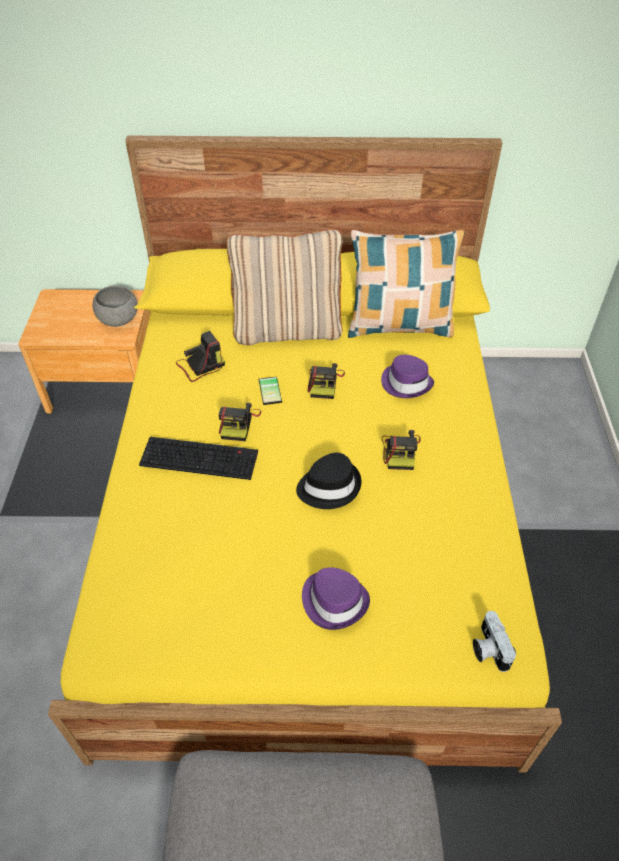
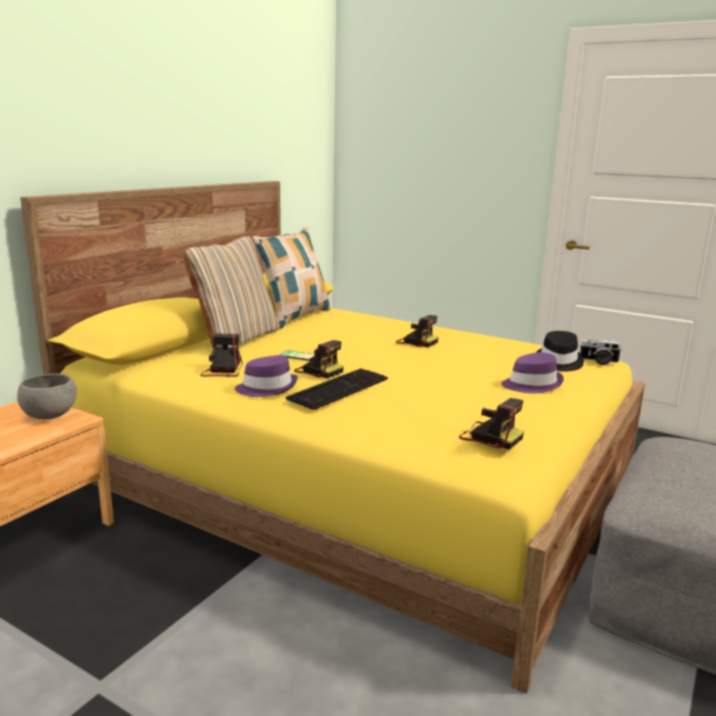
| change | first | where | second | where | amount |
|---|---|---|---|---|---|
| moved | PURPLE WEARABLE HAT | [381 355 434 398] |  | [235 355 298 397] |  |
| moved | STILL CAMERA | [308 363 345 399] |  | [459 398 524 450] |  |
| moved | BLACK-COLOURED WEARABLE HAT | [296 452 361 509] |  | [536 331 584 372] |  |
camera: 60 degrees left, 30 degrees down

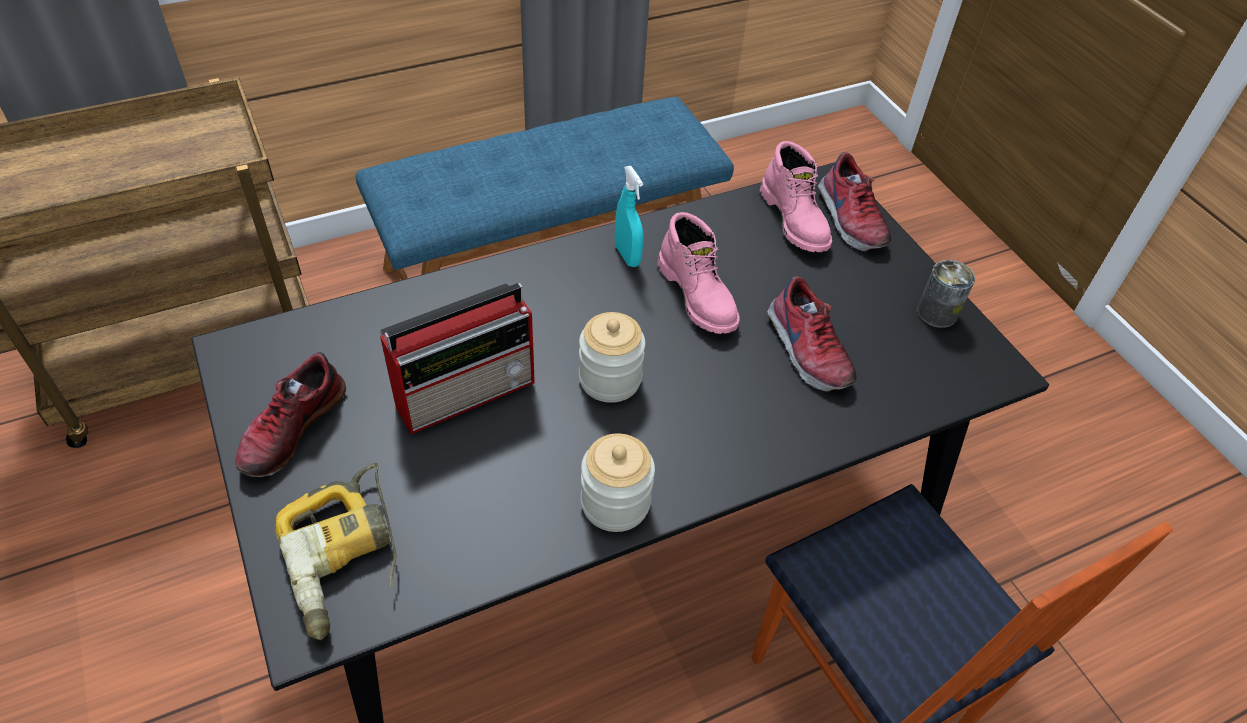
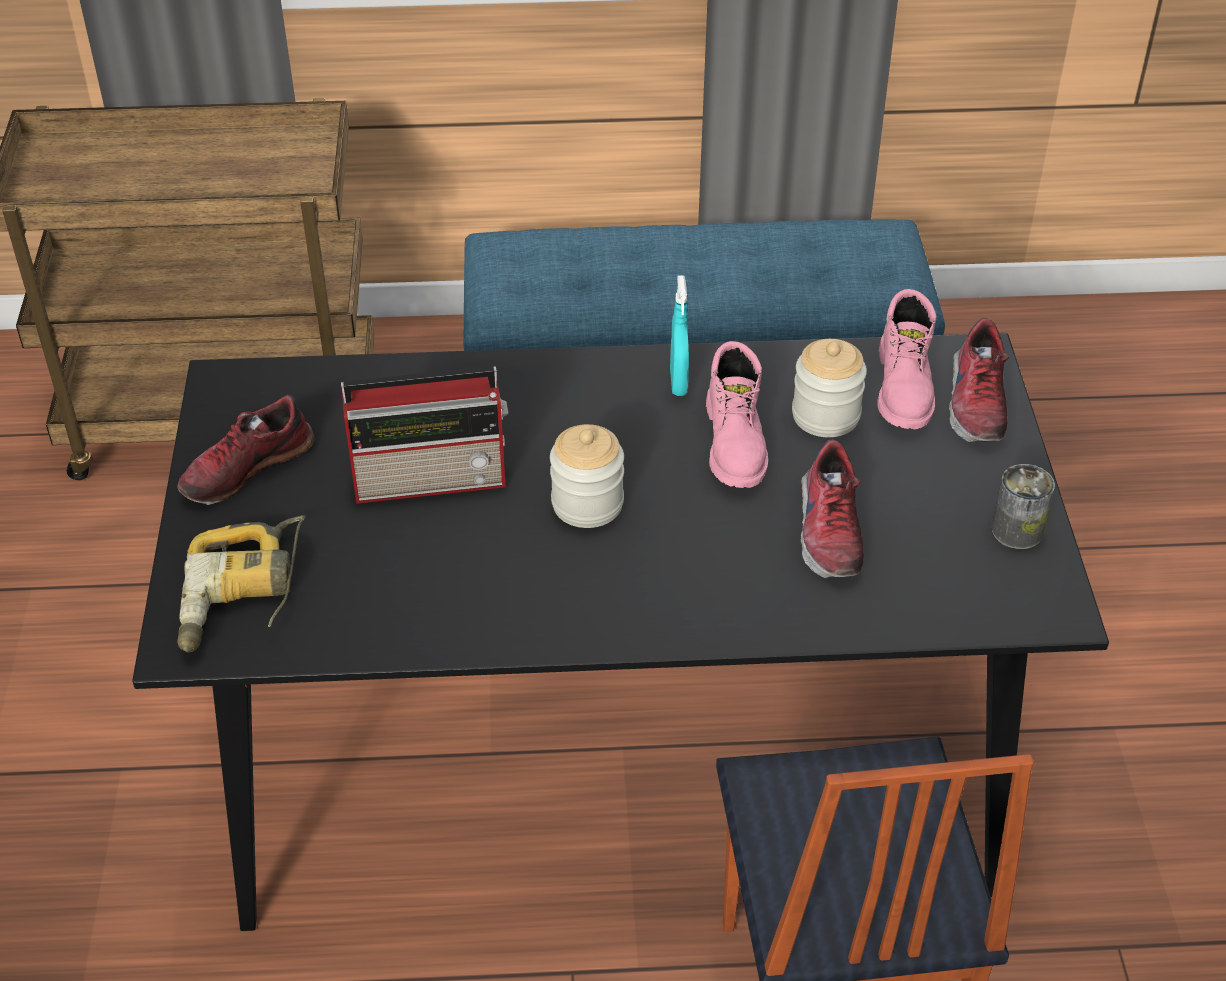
| change | first | where | second | where | amount |
|---|---|---|---|---|---|
| moved | PRESERVE JAR | [581 433 655 532] |  | [792 339 867 437] |  |
camera: 25 degrees right, 5 degrees down

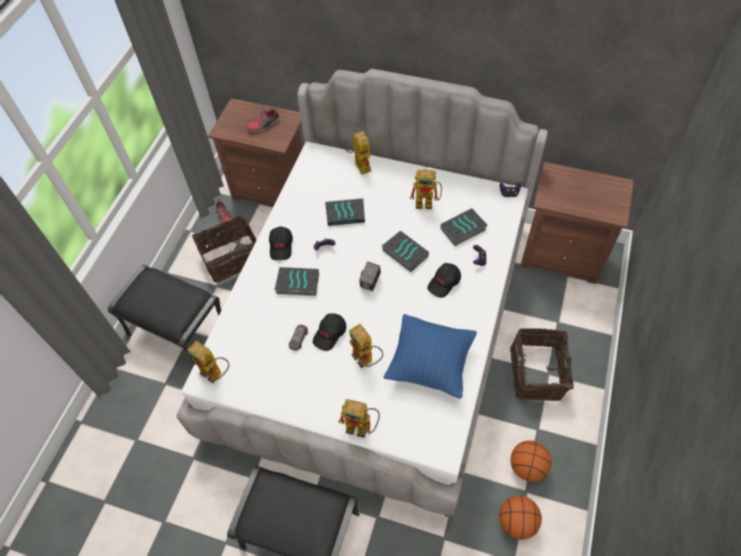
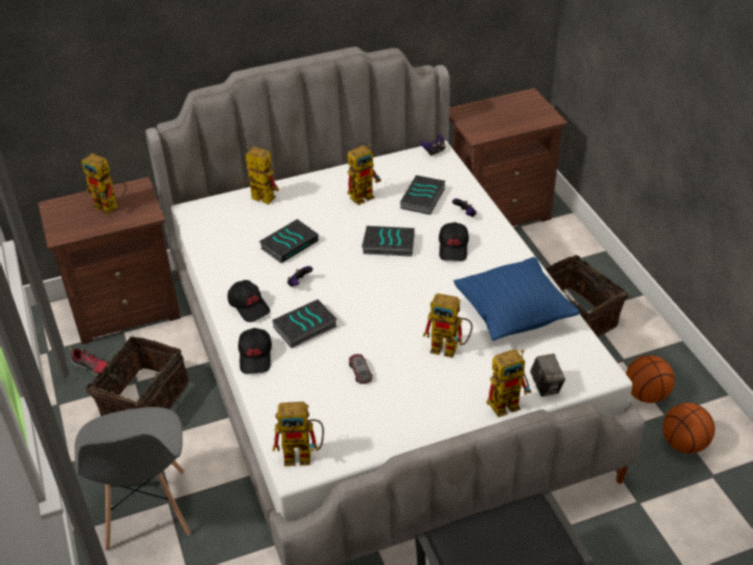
| change | first | where | second | where | amount |
|---|---|---|---|---|---|
| replaced | SHOE | [247 108 280 132] | ROBOT FIGURE | [82 153 127 214] |  |
| moved | STILL CAMERA | [359 261 381 291] |  | [530 354 565 397] |  |
| replaced | BLACK-COLOURED OTTOMAN | [108 265 221 366] | GREYISH CHAIR | [74 407 191 551] |  |
| moved | BLACK-COLOURED PEAKED CAP | [313 313 346 351] |  | [238 328 272 374] |  |
camera: 40 degrees left, 15 degrees down

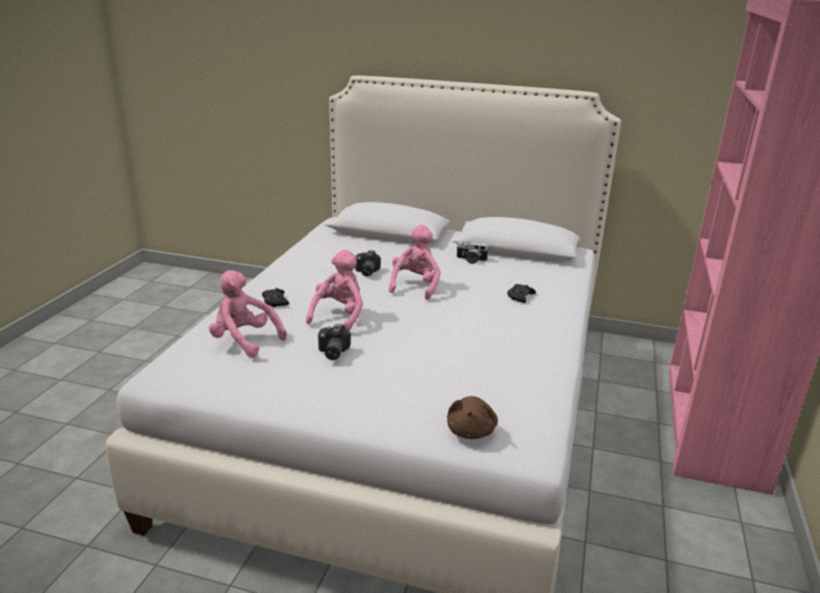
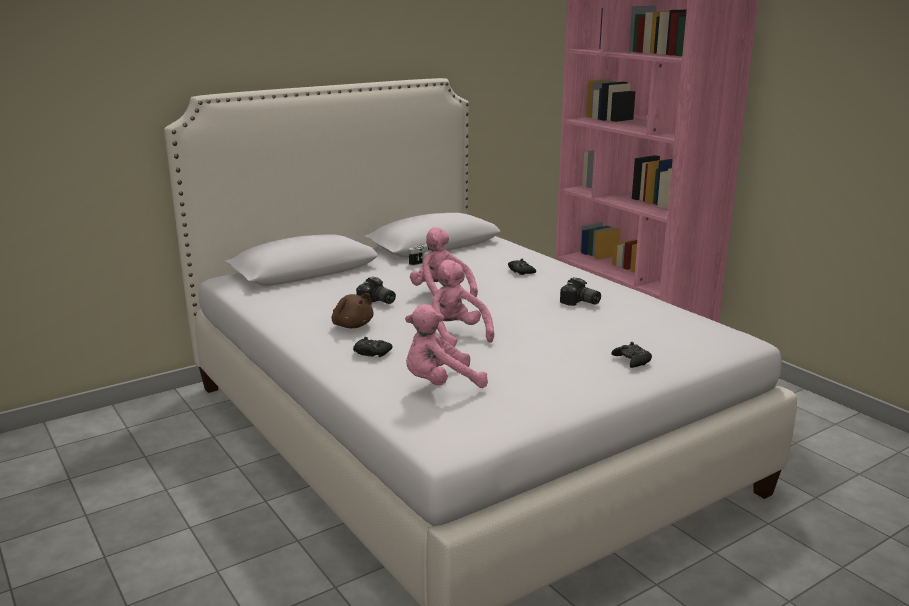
| change | first | where | second | where | amount |
|---|---|---|---|---|---|
| moved | STILL CAMERA | [318 324 351 360] |  | [560 277 601 306] |  |
| moved | BROWN-COLOURED PLUSH TOY | [447 396 498 439] |  | [331 293 374 328] |  |
| added |  |  | BLACK-COLOURED GAME CONTROLLER | [611 342 652 368] |  |
camera: 50 degrees left, 5 degrees down

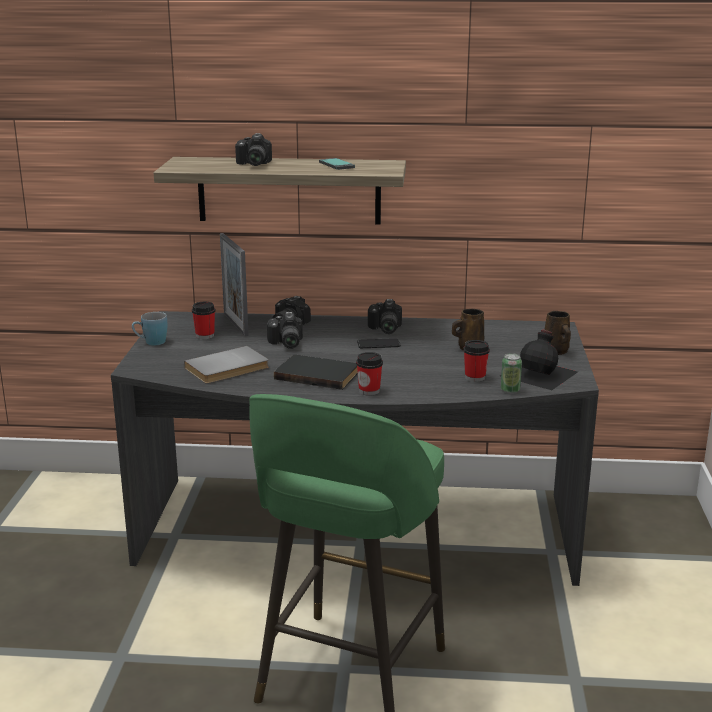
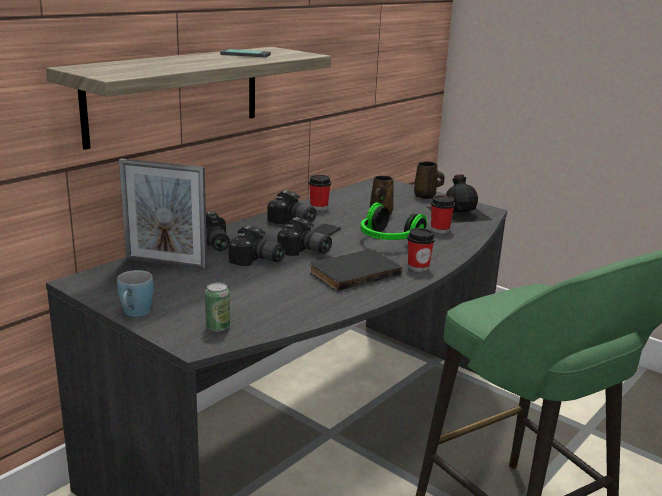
| change | first | where | second | where | amount |
|---|---|---|---|---|---|
| moved | STILL CAMERA | [235 133 272 166] |  | [277 217 332 256] |  |
| moved | CUP | [192 302 216 339] |  | [309 175 331 210] |  |
| removed | GREYISH BOUND BOOK | [184 346 269 384] |  |  |  |
| moved | CAN | [501 353 522 393] |  | [205 282 230 332] |  |
| added |  |  | HEADPHONES | [361 196 427 240] |  |
camera: 55 degrees left, 0 degrees up

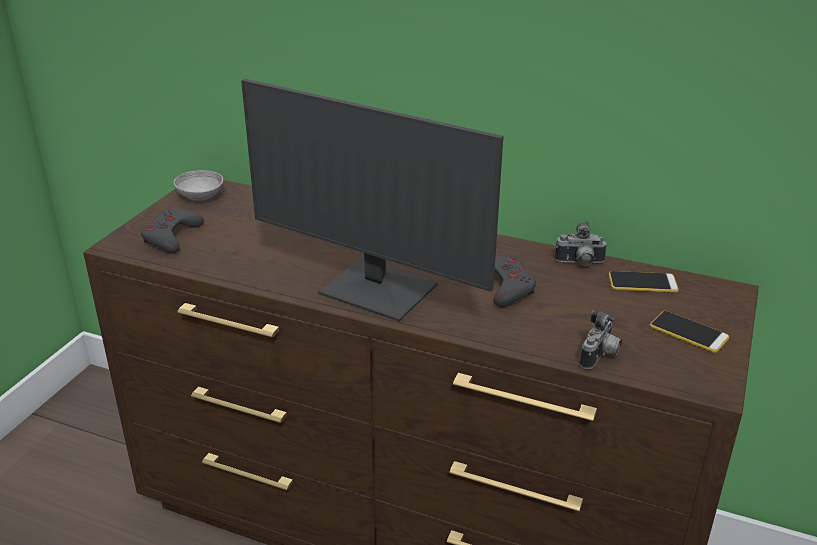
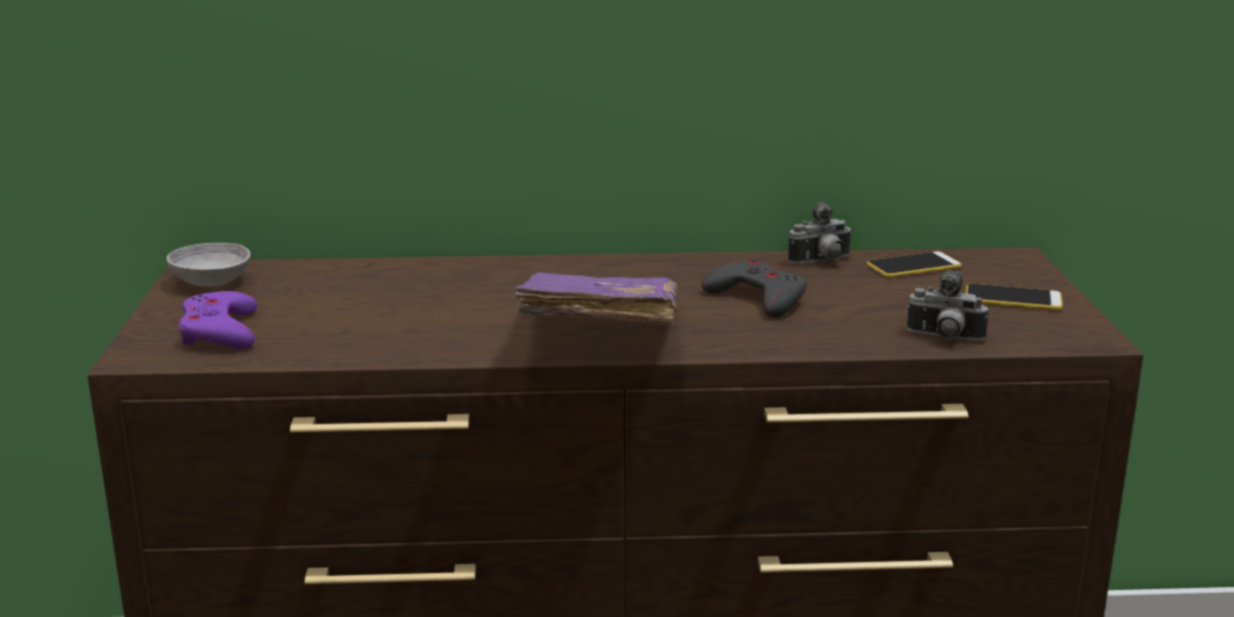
| change | first | where | second | where | amount |
|---|---|---|---|---|---|
| replaced | MONITOR | [241 79 503 321] | PURPLE BOUND BOOK | [515 272 679 325] |  |
| recoloured | GREYISH GAME CONTROLLER | [141 210 204 254] | PURPLE GAME CONTROLLER | [179 291 257 349] |  |
| turned | STILL CAMERA | [580 310 622 369] |  | [907 270 988 342] | 105 degrees clockwise |
camera: 25 degrees left, 10 degrees down

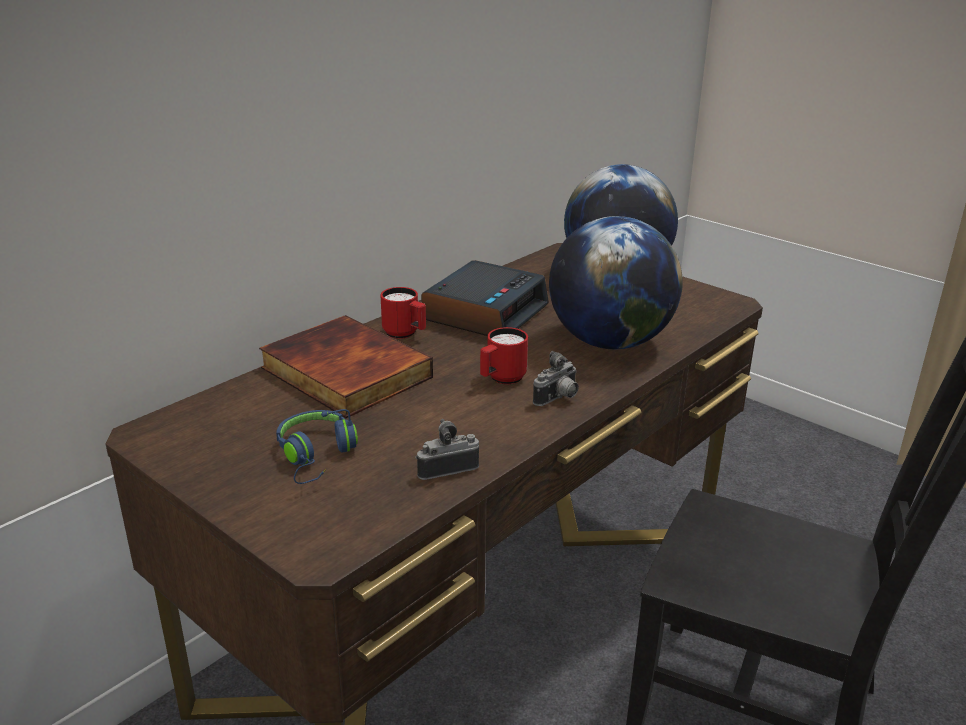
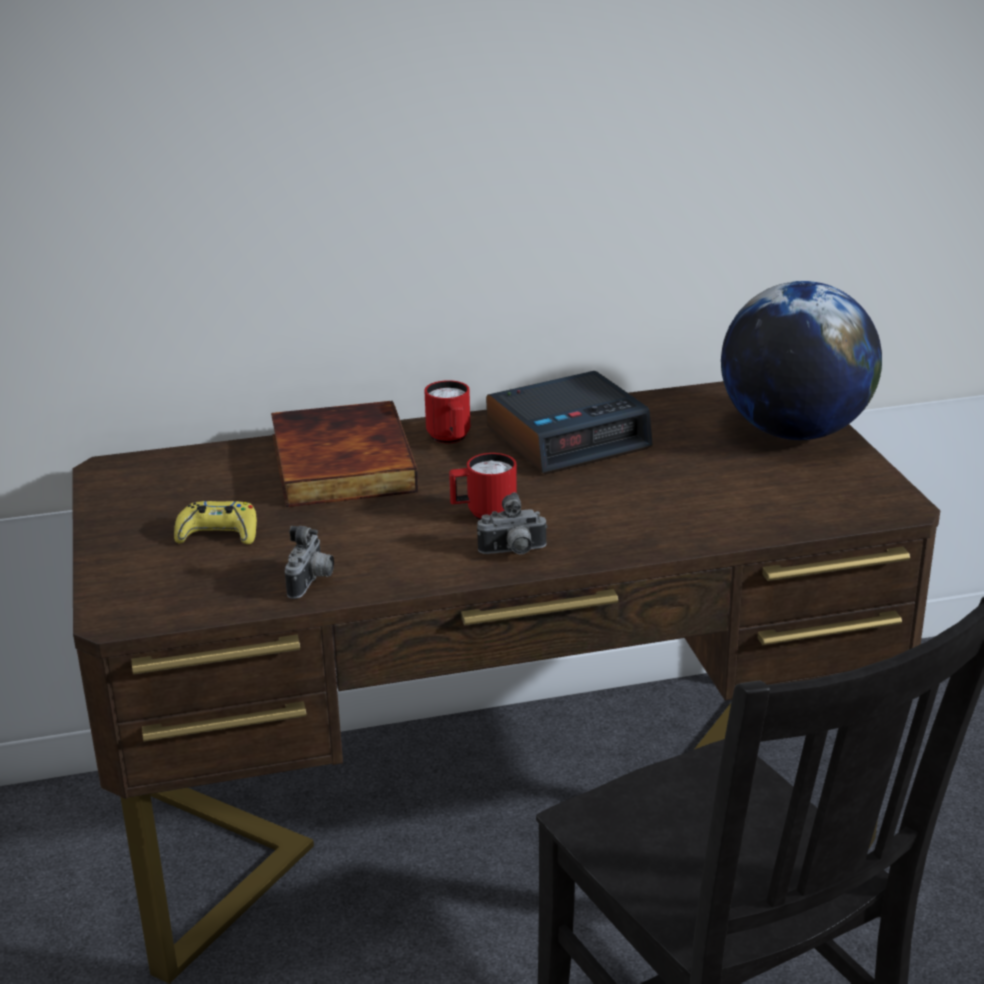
| change | first | where | second | where | amount |
|---|---|---|---|---|---|
| removed | GLOBE | [549 216 683 349] |  |  |  |
| replaced | BLUE HEADPHONES | [276 409 358 484] | YELLOWISH GAME CONTROLLER | [174 501 257 544] |  |
| turned | STILL CAMERA | [416 419 479 480] |  | [285 526 334 599] | 90 degrees clockwise |
camera: 35 degrees right, 0 degrees up

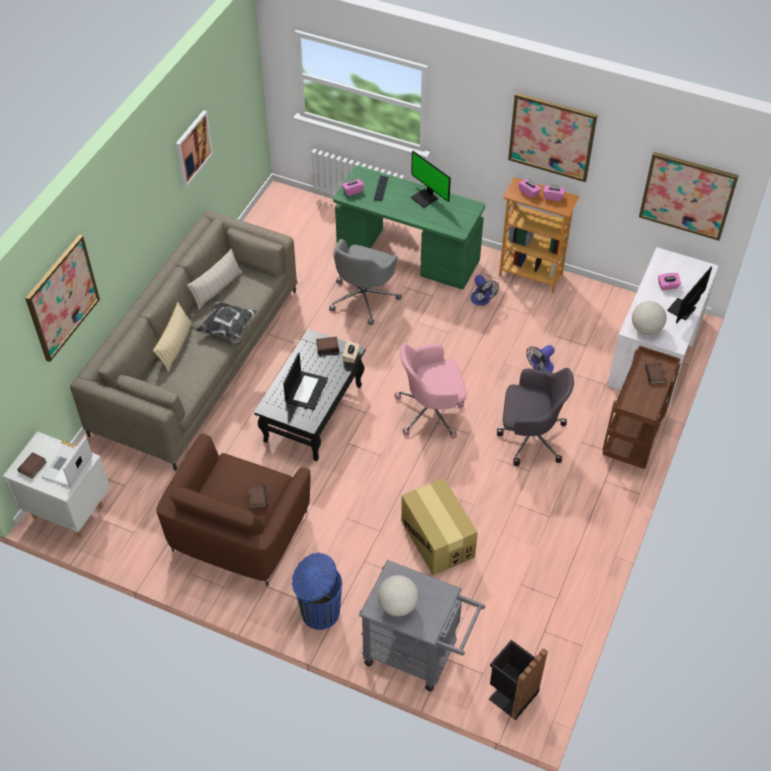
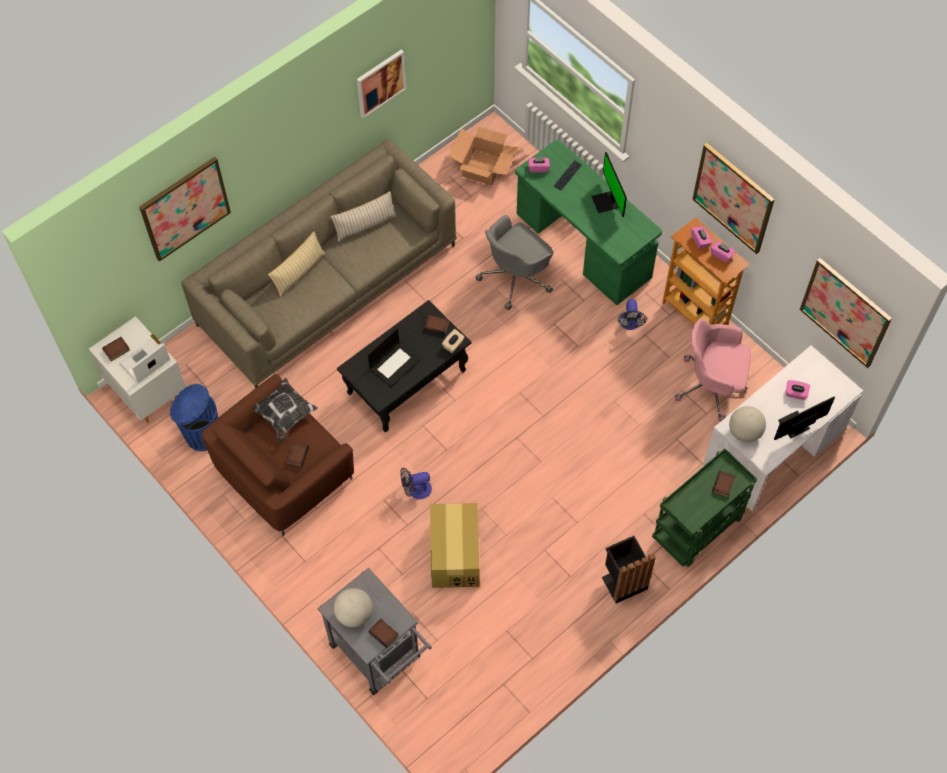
| change | first | where | second | where | amount |
|---|---|---|---|---|---|
| moved | THROW PILLOW | [196 299 257 346] |  | [253 377 318 441] |  |
| moved | PINK-COLOURED OFFICE CHAIR | [394 344 466 439] |  | [675 319 751 421] |  |
| moved | COOLING FAN | [526 345 555 372] |  | [400 467 432 499] |  |
| recoloured | BROWN-COLOURED WHEELED CART | [602 345 681 469] | GREEN-COLOURED WHEELED CART | [652 448 757 567] |  |
| removed | GREYISH OFFICE CHAIR | [497 368 574 466] |  |  |  |
| moved | BLUE WASTE BIN | [292 553 342 630] |  | [170 384 218 451] |  |
| moved | BLACK-COLOURED WASTE BIN | [489 640 548 720] |  | [602 536 656 603] |  |
| added |  |  | CARTON | [448 127 519 185] |  |
| added |  |  | BOUND BOOK | [368 618 399 648] |  |
camera: 25 degrees right, 10 degrees up

